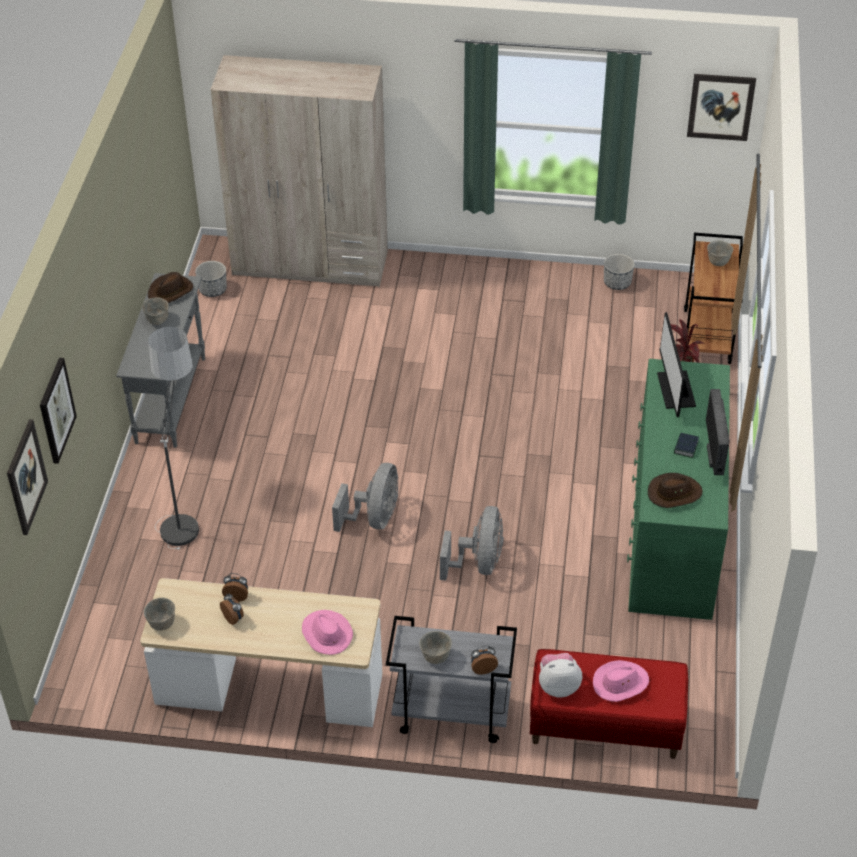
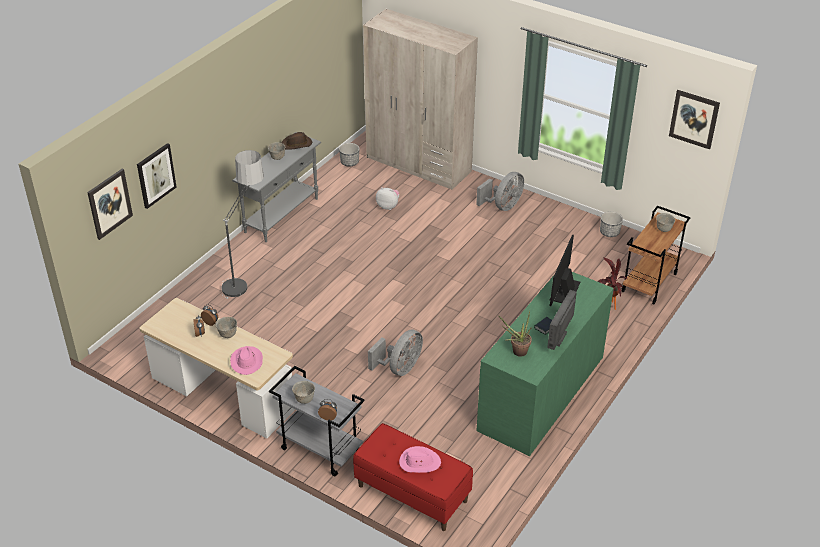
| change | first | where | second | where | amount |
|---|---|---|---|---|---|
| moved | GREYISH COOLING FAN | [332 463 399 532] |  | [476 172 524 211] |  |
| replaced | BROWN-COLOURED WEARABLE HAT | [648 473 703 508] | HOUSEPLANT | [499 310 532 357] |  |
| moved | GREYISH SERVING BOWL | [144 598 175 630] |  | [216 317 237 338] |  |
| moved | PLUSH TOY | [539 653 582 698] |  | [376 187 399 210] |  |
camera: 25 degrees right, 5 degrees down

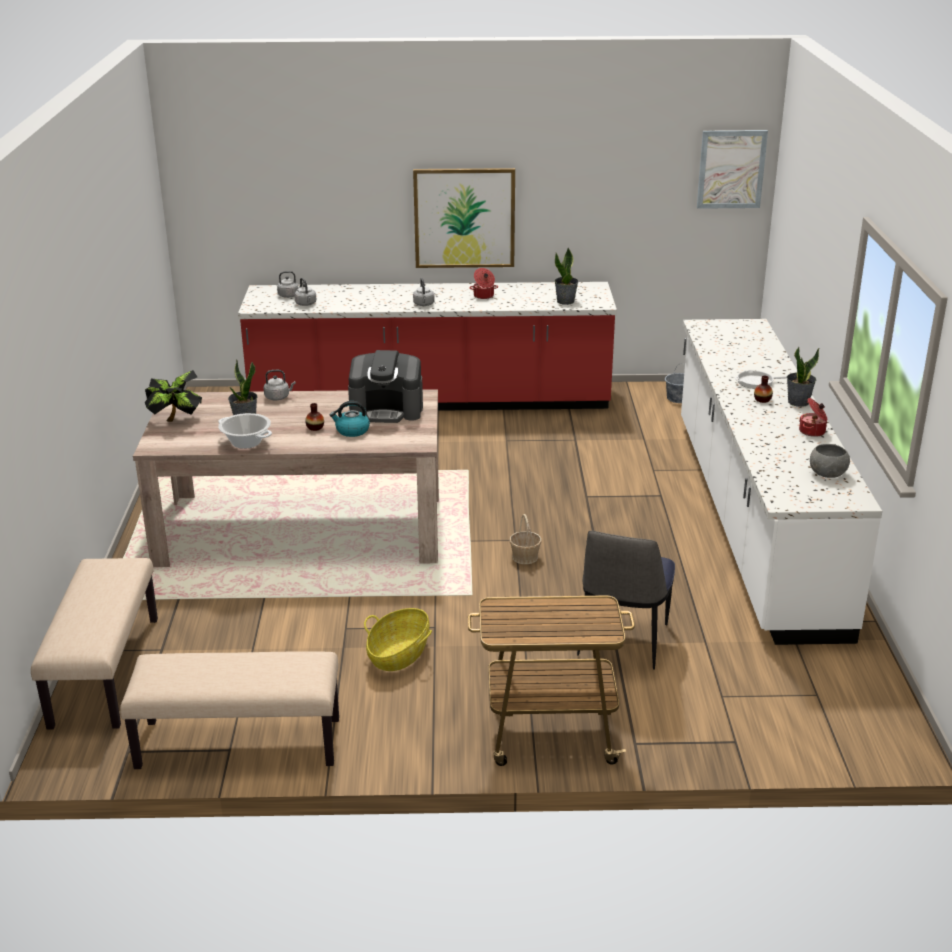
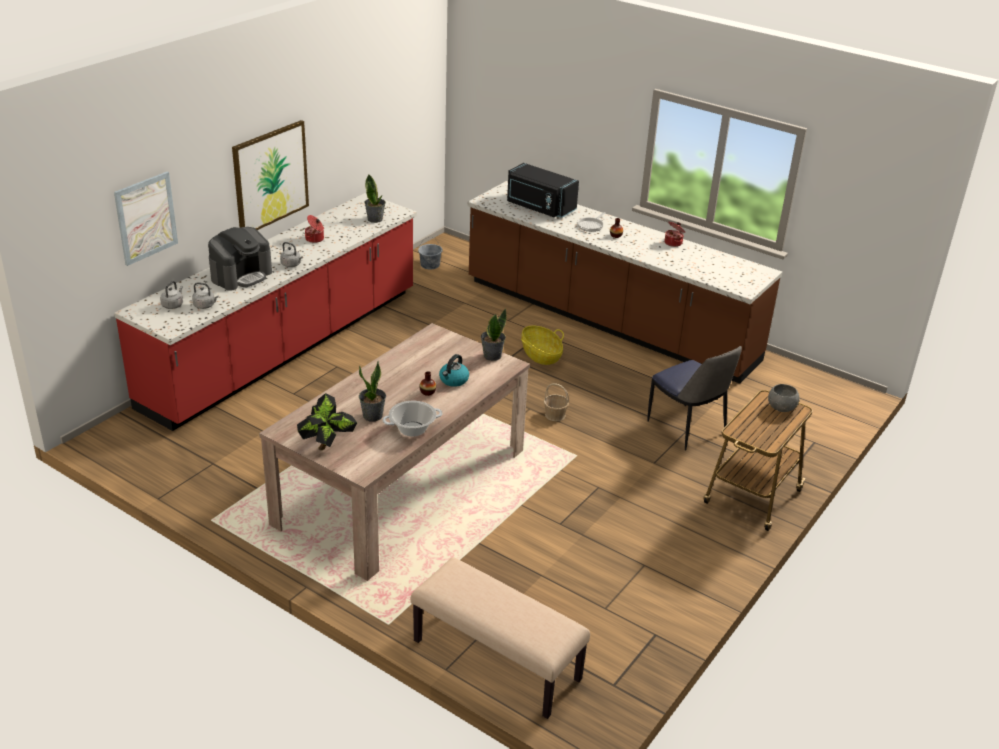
| change | first | where | second | where | amount |
|---|---|---|---|---|---|
| moved | WALL PICTURE | [697 130 768 209] |  | [114 172 178 266] |  |
| recoloured | WHITE-COLOURED COUNTER | [681 319 882 645] | BROWN-COLOURED COUNTER | [467 181 782 384] |  |
| moved | HOUSEPLANT | [787 347 819 407] |  | [481 309 506 361] |  |
| moved | COFFEE MACHINE | [348 350 423 423] |  | [208 227 272 291] |  |
| removed | GREYISH WATER KETTLE | [264 370 296 400] |  |  |  |
| moved | GREYISH SERVING BOWL | [810 444 850 478] |  | [768 384 799 412] |  |
| moved | BASKET | [364 608 432 671] |  | [521 326 564 365] |  |
| removed | BEIGE INDOOR BENCH | [120 652 339 769] |  |  |  |
| added |  |  | BLACK-COLOURED MICROWAVE OVEN | [507 163 579 218] |  |
camera: 55 degrees left, 5 degrees up

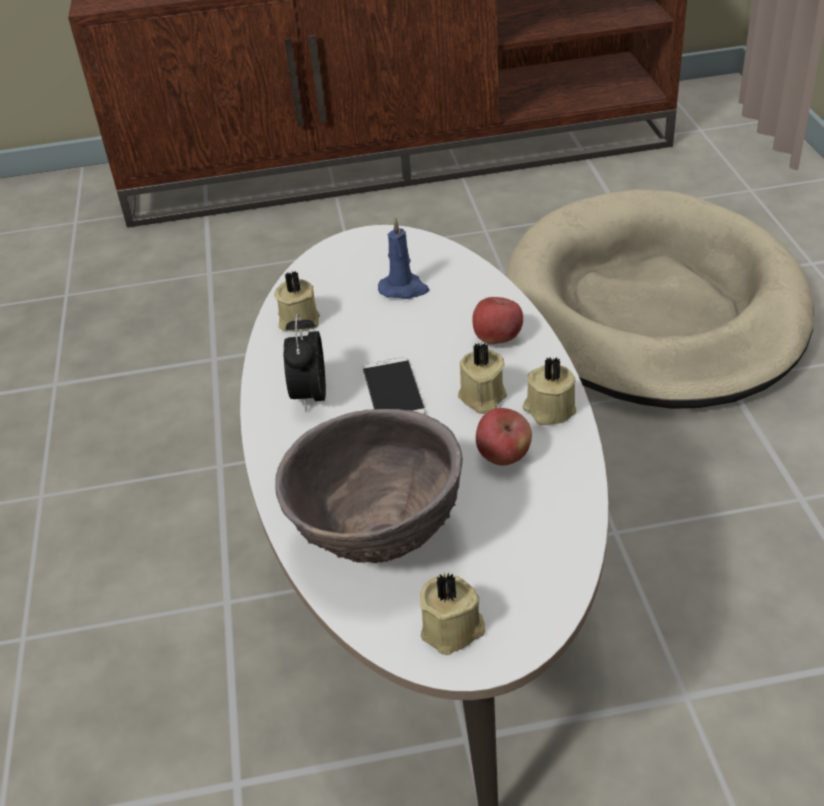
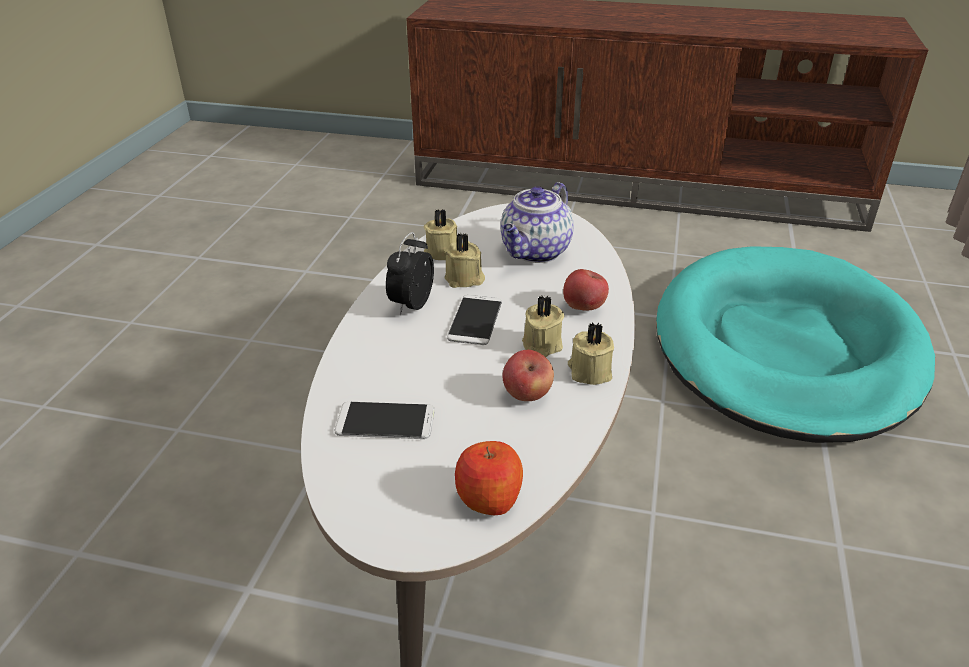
| change | first | where | second | where | amount |
|---|---|---|---|---|---|
| recoloured | BEIGE DOG BED | [505 189 813 409] | TURQUOISE DOG BED | [656 246 935 443] |  |
| replaced | BLUE WAX LIGHT | [378 217 429 299] | TEA POT | [501 182 574 263] |  |
| replaced | BROWN-COLOURED SERVING BOWL | [275 409 463 564] | HANDSET | [335 402 435 439] |  |
| moved | BEIGE WAX LIGHT | [420 572 485 655] |  | [445 233 485 288] |  |
| added |  |  | WHOLE APPLE | [455 441 523 515] |  |
camera: 20 degrees right, 5 degrees down

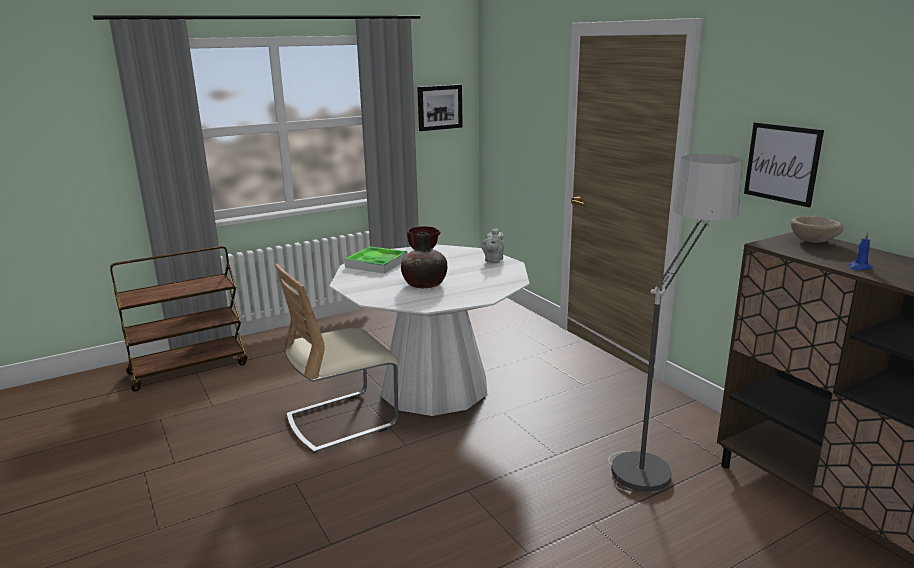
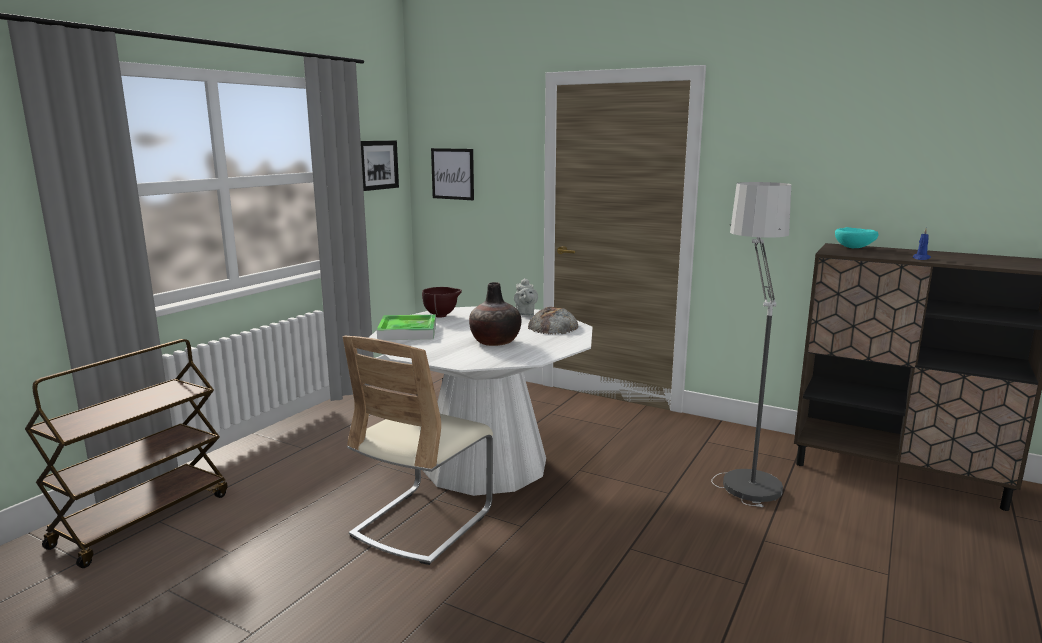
| change | first | where | second | where | amount |
|---|---|---|---|---|---|
| moved | WALL PICTURE | [744 122 824 207] |  | [431 148 474 200] |  |
| recoloured | BEIGE SERVING BOWL | [791 216 843 243] | TURQUOISE SERVING BOWL | [835 227 879 248] |  |
| added |  |  | BREAD | [528 307 579 335] |  |
camera: 30 degrees left, 5 degrees down

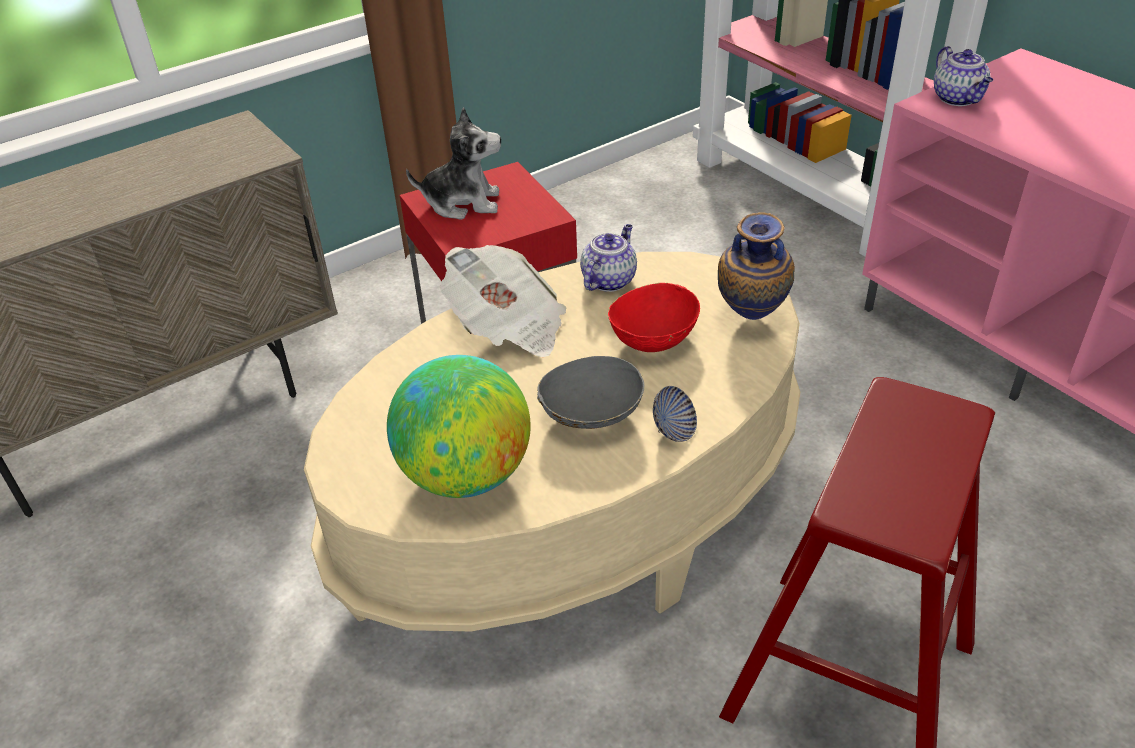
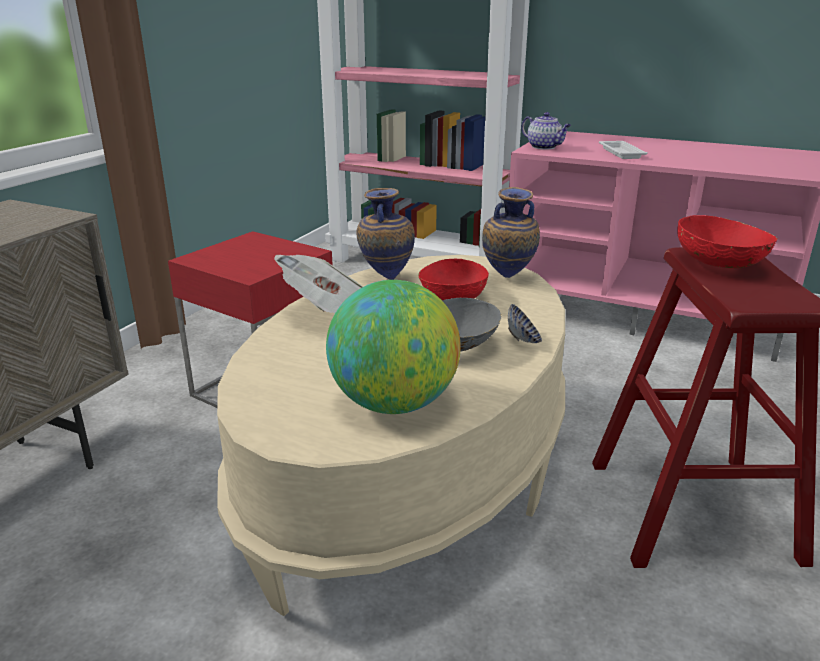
| change | first | where | second | where | amount |
|---|---|---|---|---|---|
| removed | PLUSH TOY | [406 107 501 219] |  |  |  |
| replaced | TEA POT | [580 224 637 292] | VASE | [356 188 415 280] |  |
| added |  |  | WHITE-COLOURED SERVING TRAY | [599 141 648 159] |  |
| added |  |  | RED SERVING BOWL | [677 215 778 268] |  |
camera: 30 degrees left, 15 degrees down

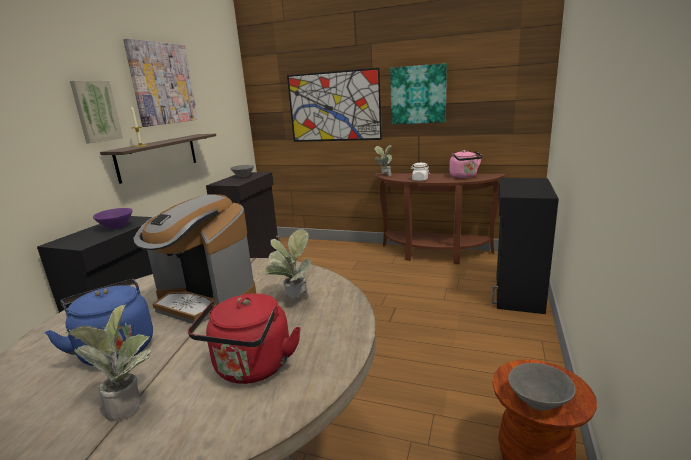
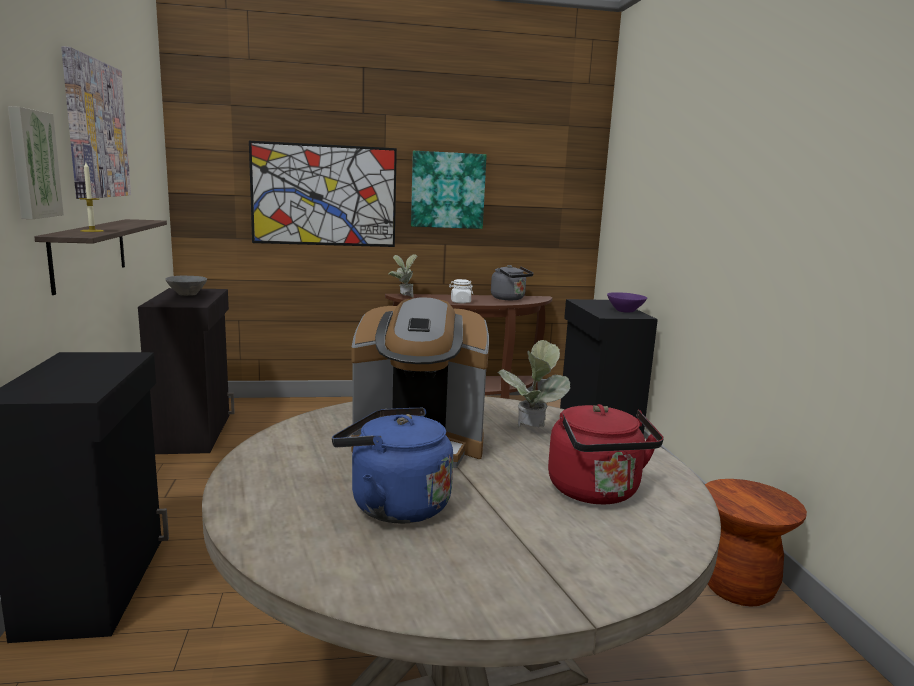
| change | first | where | second | where | amount |
|---|---|---|---|---|---|
| recoloured | PINK-COLOURED WATER KETTLE | [449 150 483 178] | GREYISH WATER KETTLE | [491 265 534 300] |  |
| moved | PURPLE SERVING BOWL | [93 208 133 229] |  | [607 292 647 313] |  |
| removed | HOUSEPLANT | [65 305 151 421] |  |  |  |
| removed | GREYISH SERVING BOWL | [508 363 576 411] |  |  |  |
camera: 30 degrees left, 5 degrees down

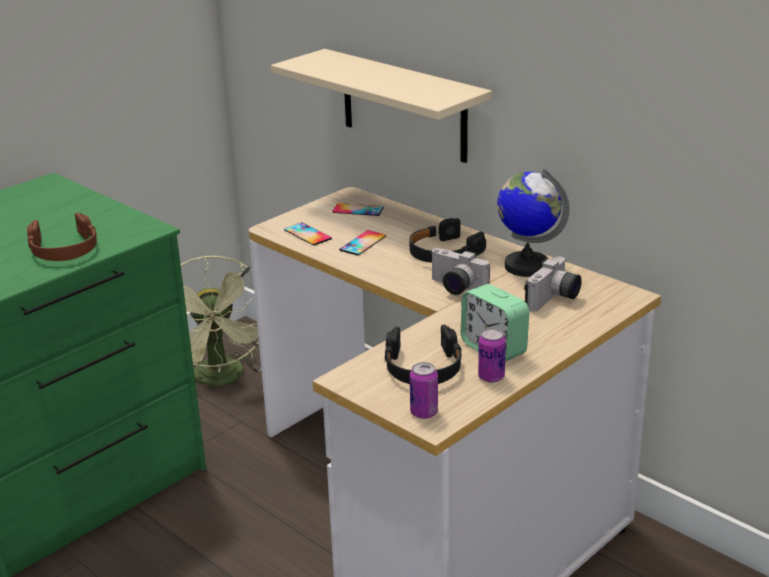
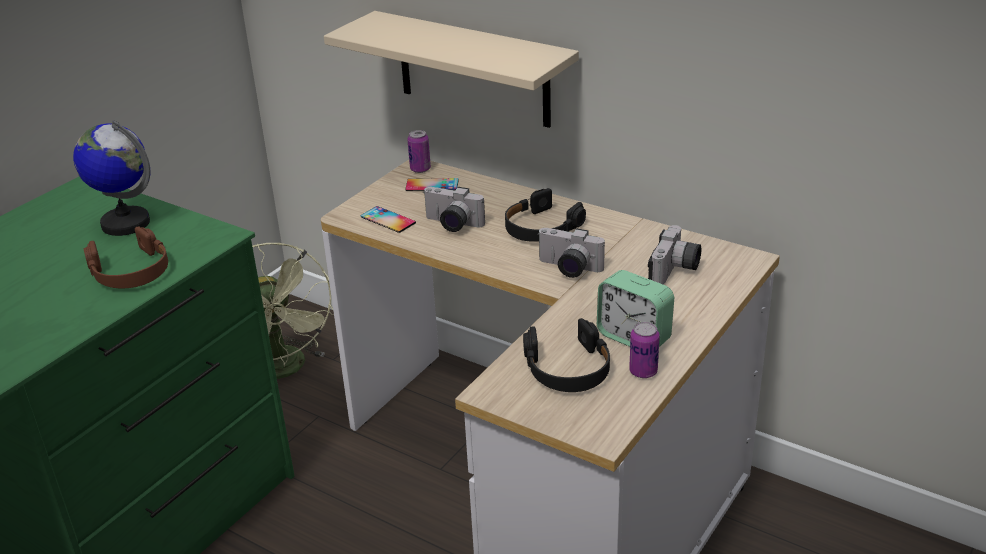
| change | first | where | second | where | amount |
|---|---|---|---|---|---|
| moved | GLOBE | [497 169 569 277] |  | [73 120 150 236] |  |
| replaced | HANDSET | [339 230 386 255] | STILL CAMERA | [424 187 485 232] |  |
| moved | CAN | [410 362 438 419] |  | [407 130 431 173] |  |
camera: 10 degrees left, 5 degrees up

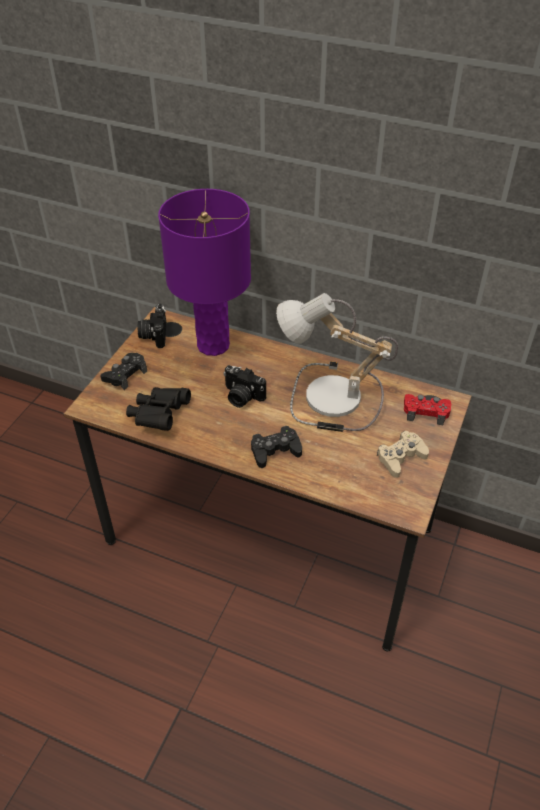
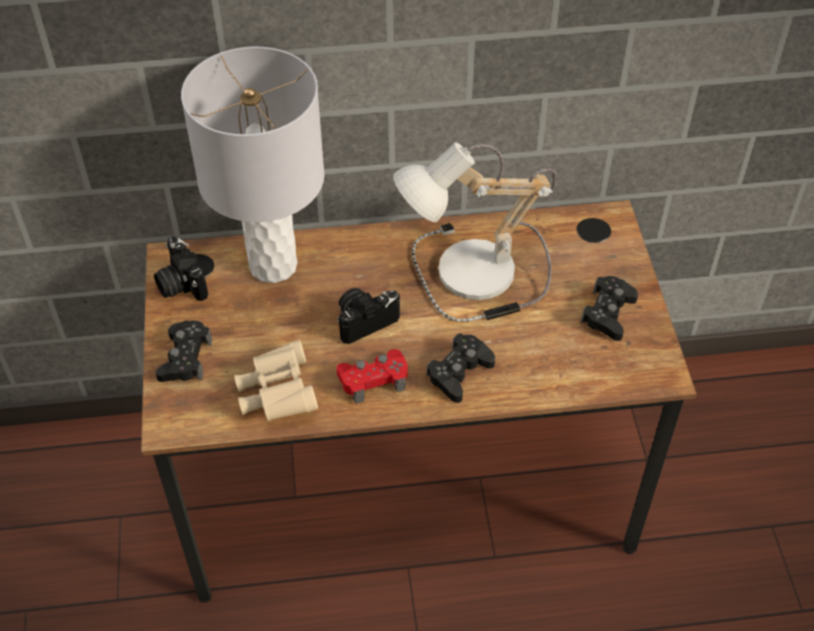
| change | first | where | second | where | amount |
|---|---|---|---|---|---|
| recoloured | PURPLE TABLE LAMP | [158 189 251 356] | GREYISH TABLE LAMP | [181 46 325 283] |  |
| turned | STILL CAMERA | [223 365 266 408] |  | [337 288 400 344] | 150 degrees clockwise |
| recoloured | BLACK-COLOURED FIELD GLASSES | [126 387 191 431] | BEIGE FIELD GLASSES | [234 340 318 421] |  |
| moved | RED GAME CONTROLLER | [404 394 451 425] |  | [336 349 408 404] |  |
| recoloured | BEIGE GAME CONTROLLER | [377 431 429 478] | BLACK-COLOURED GAME CONTROLLER | [580 276 638 341] |  |
camera: 30 degrees left, 5 degrees up

